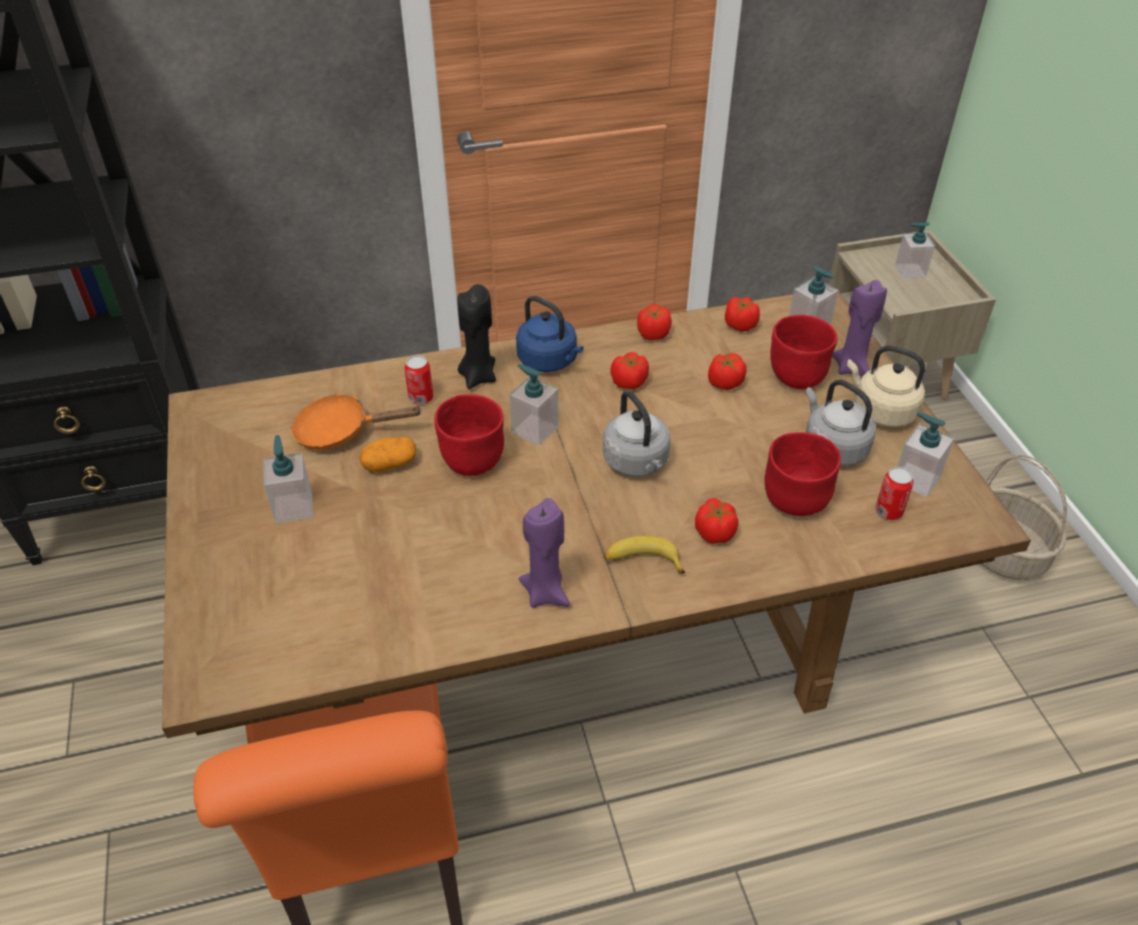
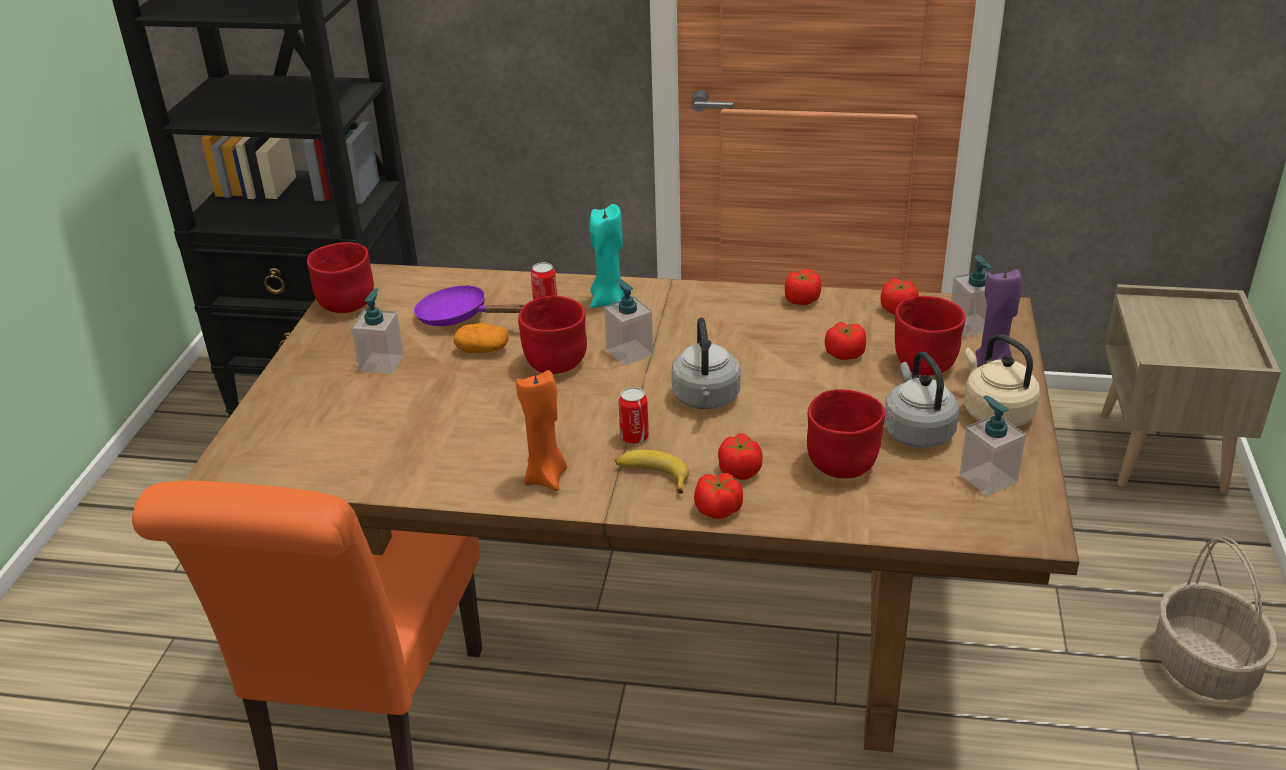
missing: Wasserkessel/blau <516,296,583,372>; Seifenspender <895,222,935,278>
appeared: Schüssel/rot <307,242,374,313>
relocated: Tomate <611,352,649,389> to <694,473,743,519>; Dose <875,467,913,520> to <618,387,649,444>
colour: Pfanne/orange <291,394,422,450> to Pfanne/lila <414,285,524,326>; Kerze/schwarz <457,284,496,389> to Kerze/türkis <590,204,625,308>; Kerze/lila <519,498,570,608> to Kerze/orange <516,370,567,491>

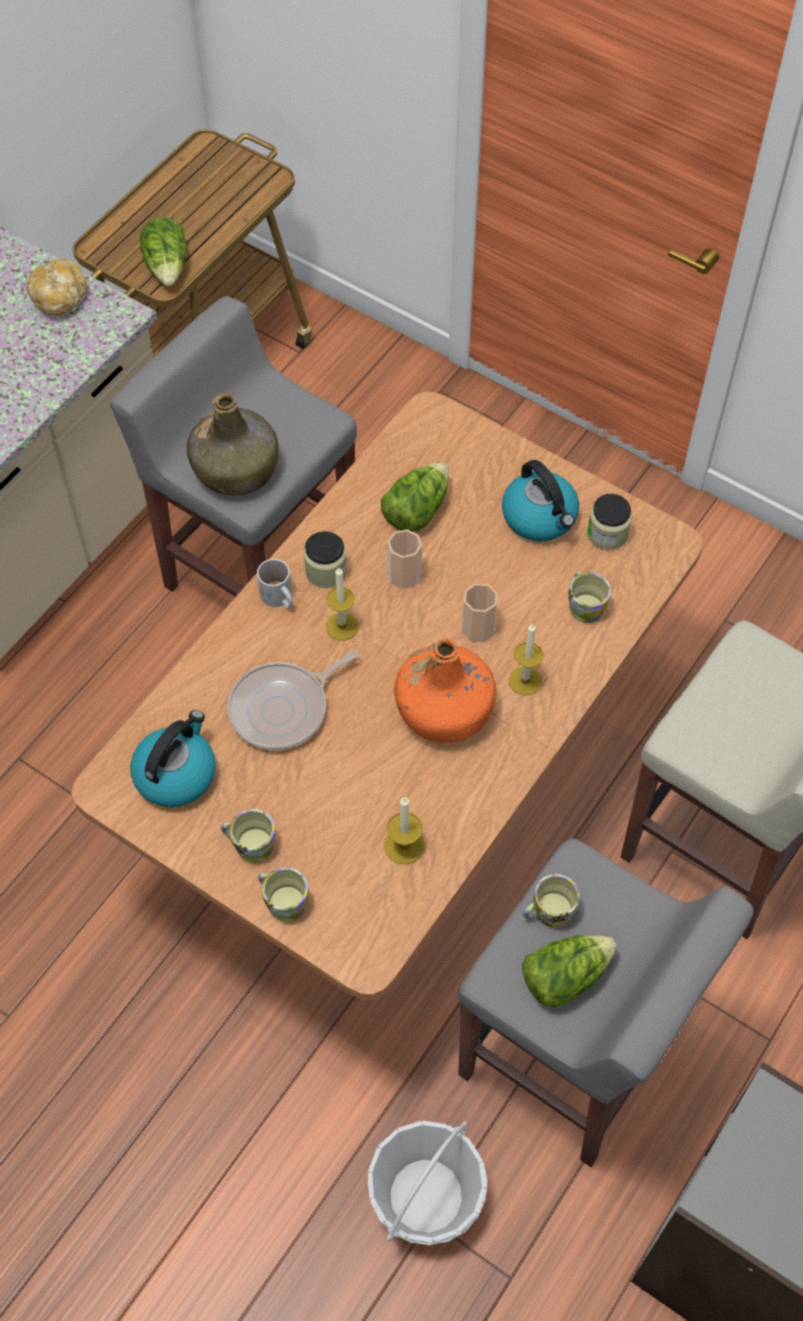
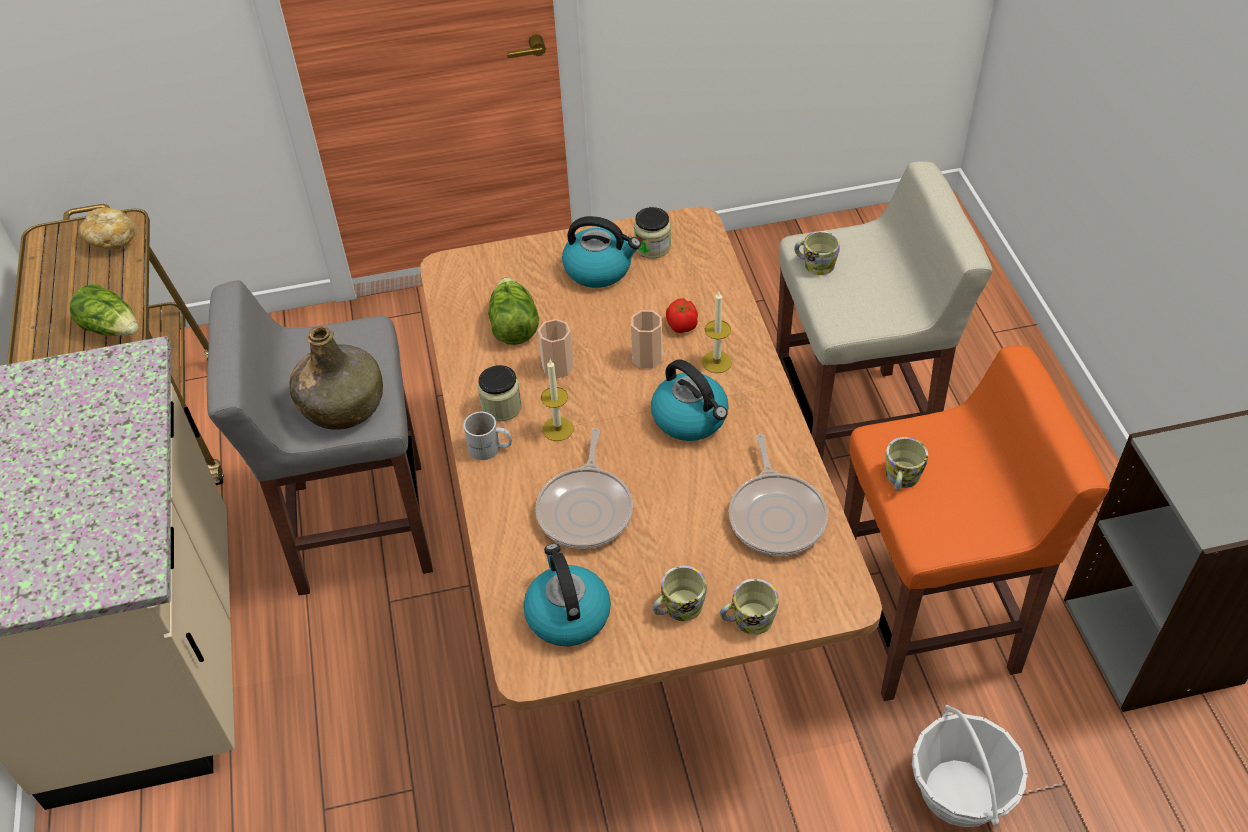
missing: Salatkopf <522,935,617,1007>
appeared: Tomate <666,298,698,333>
relocated: Brot <27,259,87,316> to <79,207,135,250>; Henkelbecher <568,571,611,623> to <794,231,840,275>
exchanged: Kerze <384,797,425,864> to Pfanne <729,434,828,556>; Flasche/orange <394,638,496,743> to Wasserkessel <651,359,729,441>
colour: Hocker/grau <458,838,754,1167> to Hocker/orange <844,346,1109,701>

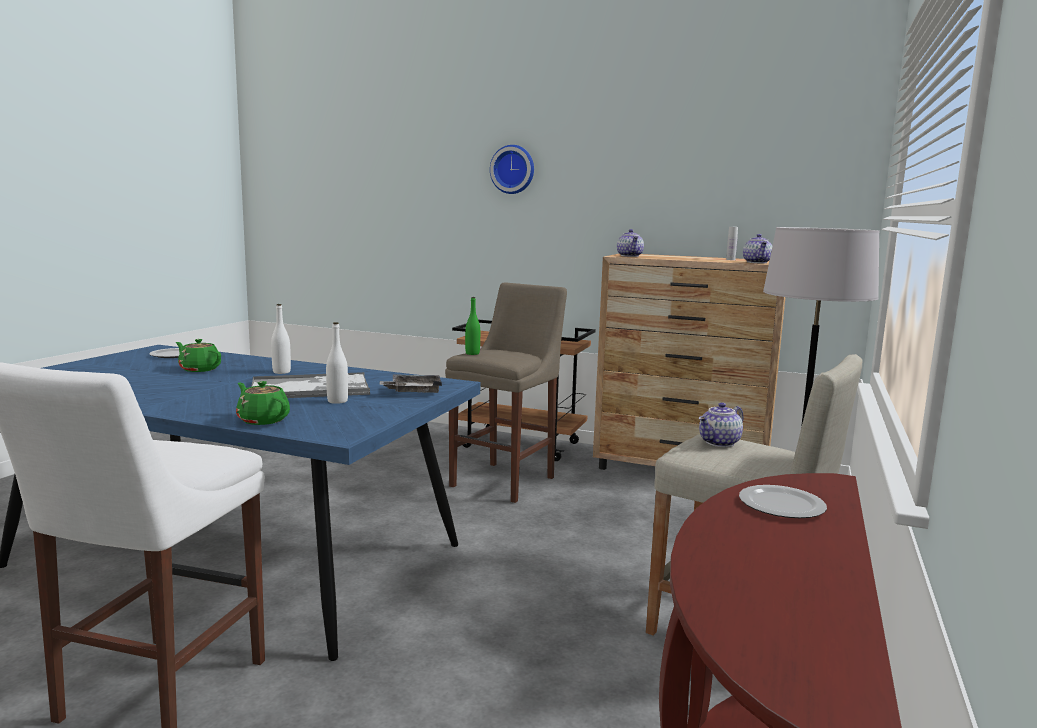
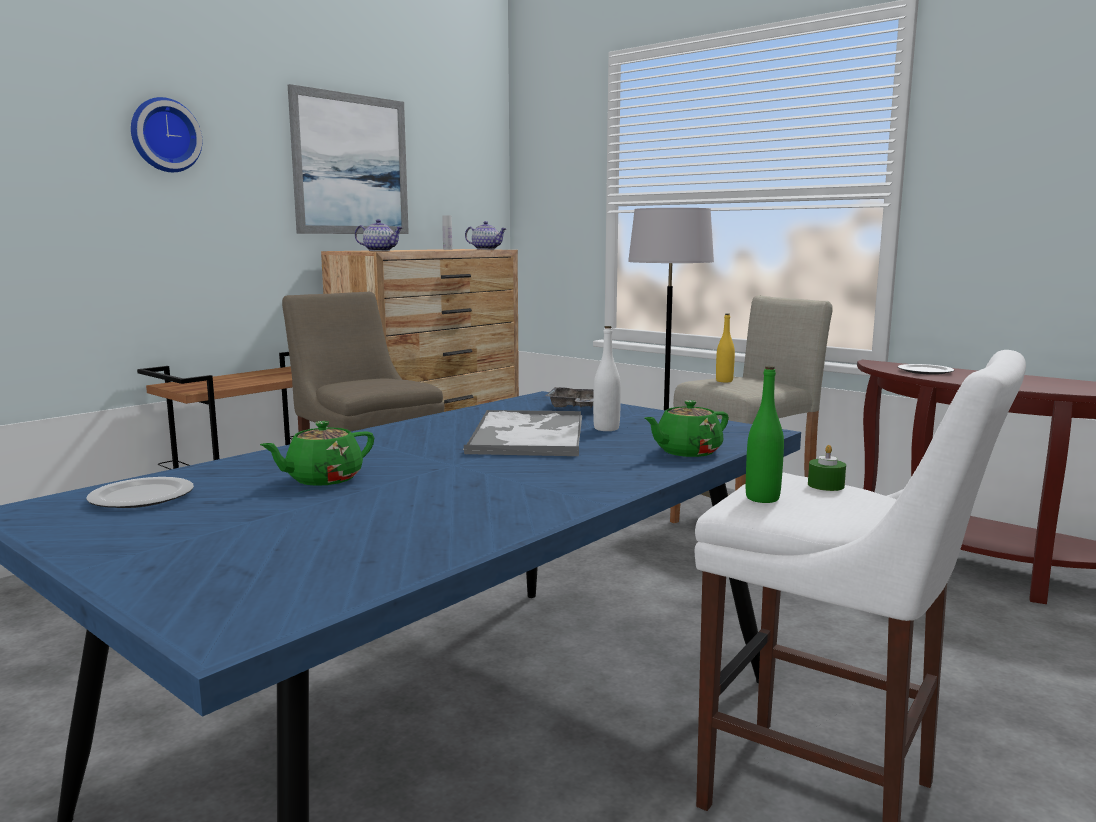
missing: Flasche/weiß <271,304,291,374>
appeared: Bild <288,84,409,234>; Kerze/grün <808,445,846,491>
relocated: Flasche/grün <465,297,480,355> to <746,366,784,503>
exchanged: Teekanne <699,402,744,447> to Flasche/gelb <716,313,735,382>

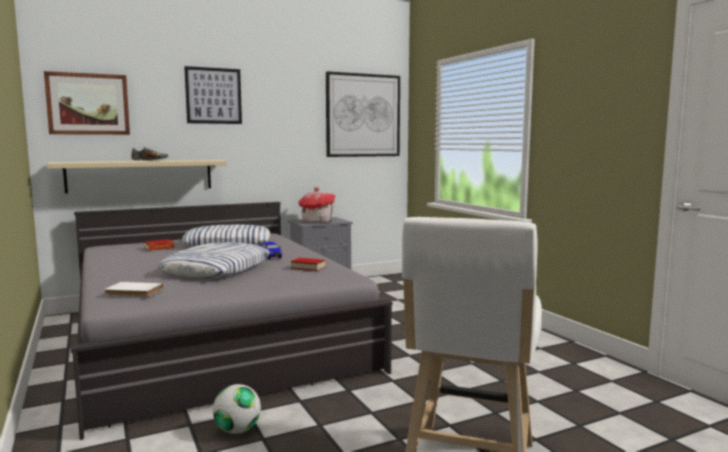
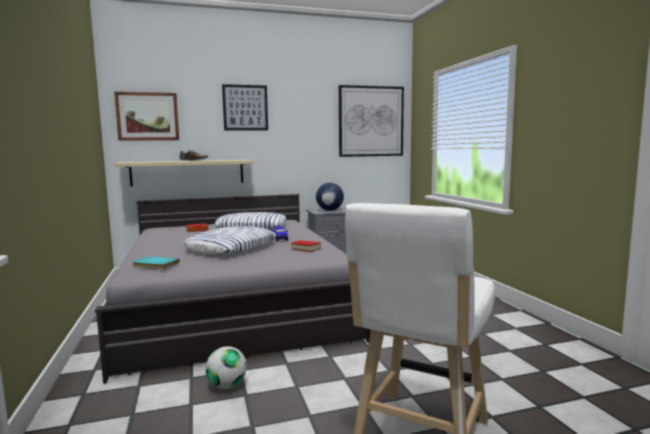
exchanged: Spielzeughaus <299,187,335,223> to Globus <316,183,344,211>
colour: Buch/weiß <104,282,163,297> to Buch/türkis <132,256,180,269>

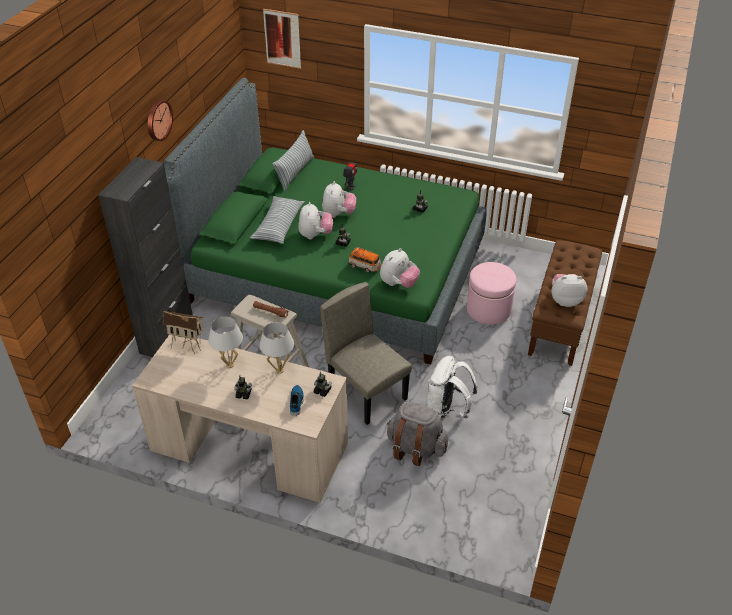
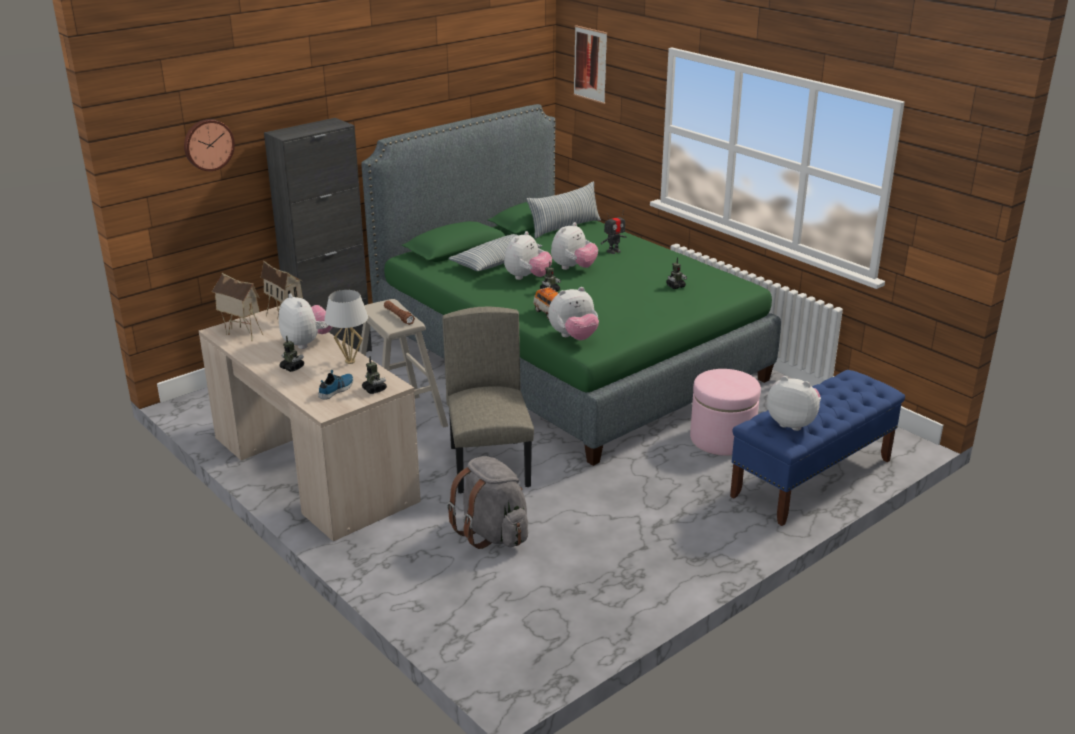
missing: Rucksack/weiß <427,356,478,420>
appeared: Spielzeughaus <212,273,263,341>
relocated: Wanduhr <148,100,173,141> to <184,119,235,171>
exchanged: Tischlampe/weiß <208,317,243,368> to Plüschtier <279,293,332,349>
colour: Bank/braun <528,240,602,366> to Bank/blau <730,370,905,526>

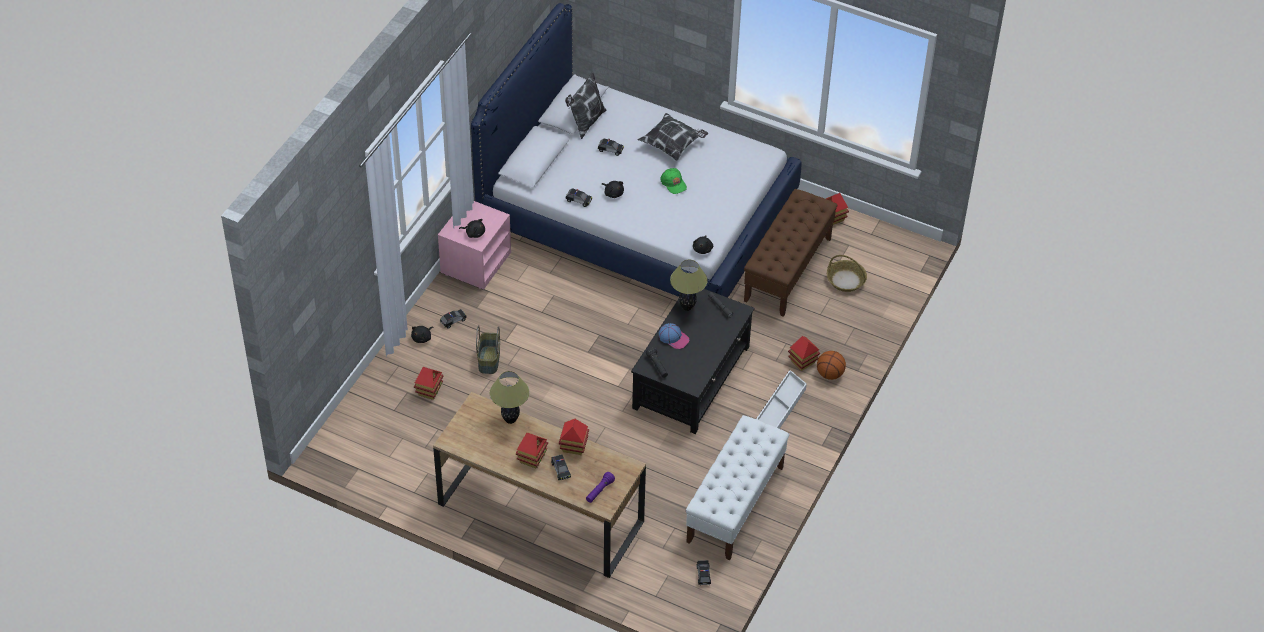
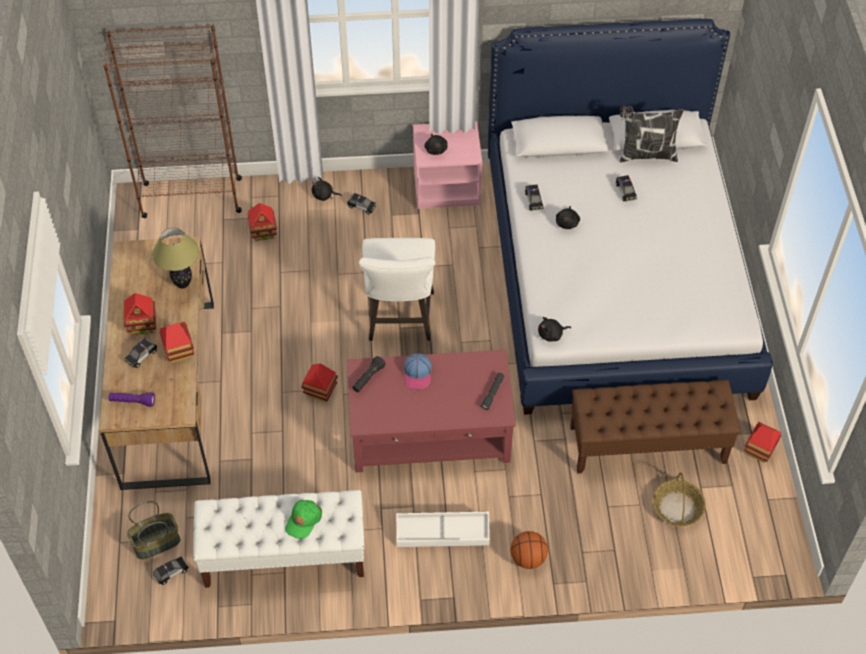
missing: Kissen <638,113,708,161>; Tischlampe <670,260,707,311>
appeared: Bücherregal/braun <103,25,242,218>; Hocker/weiß <359,238,436,341>
relocated: Korb <476,325,500,374> to <127,501,181,559>; Kappe/grün <660,168,687,194> to <285,500,322,539>; Spielzeughaus <788,336,820,371> to <301,363,338,402>
colour: Couchtisch/schwarz <631,289,755,434> to Couchtisch/rot <347,350,516,473>

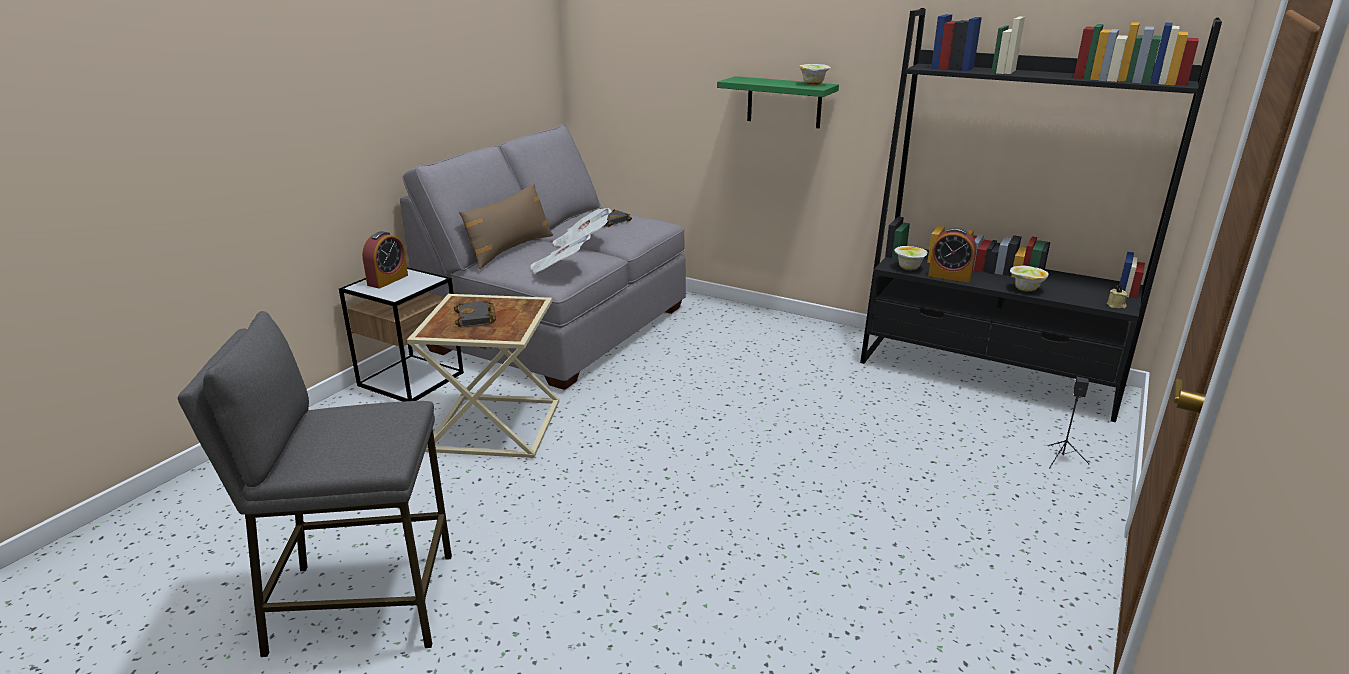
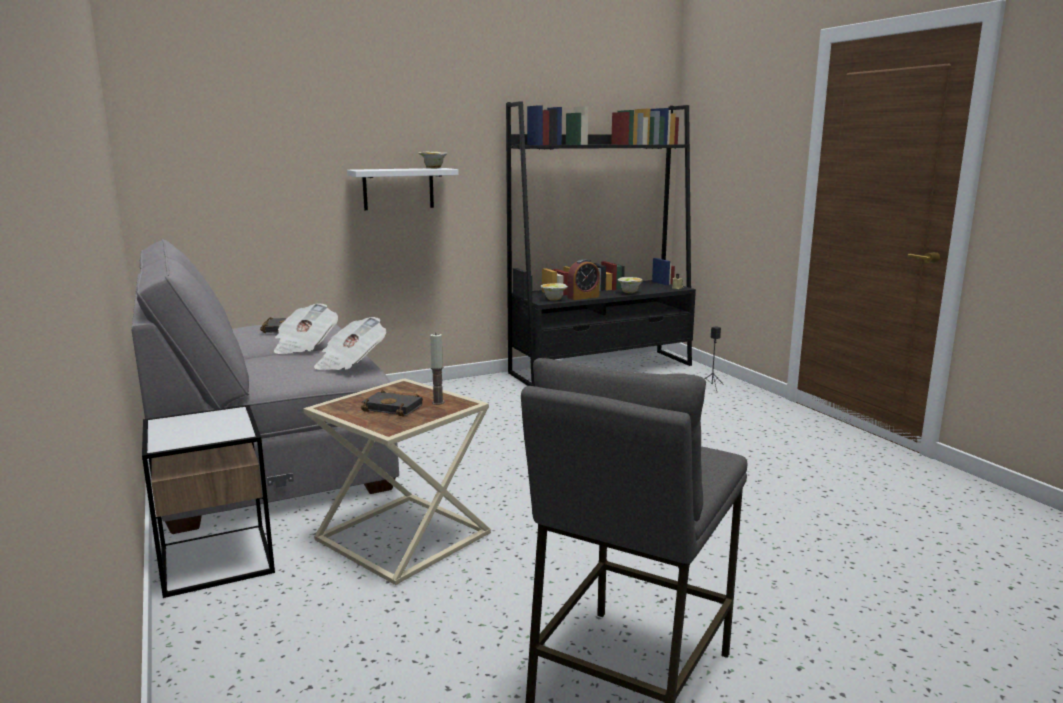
missing: Wecker <362,231,408,288>; Kissen/braun <459,183,553,269>
appeared: Kerze <430,334,444,405>
colour: Wandregal/grün <717,76,839,128> to Wandregal/weiß <347,168,459,210>

